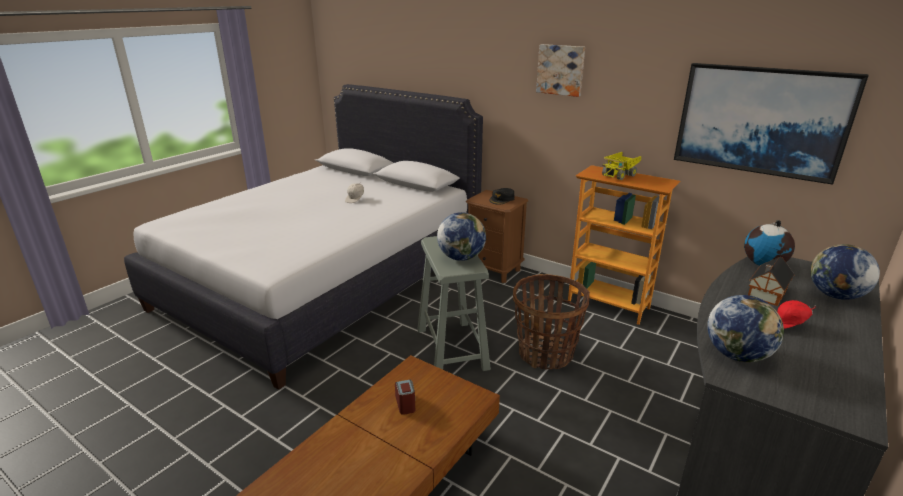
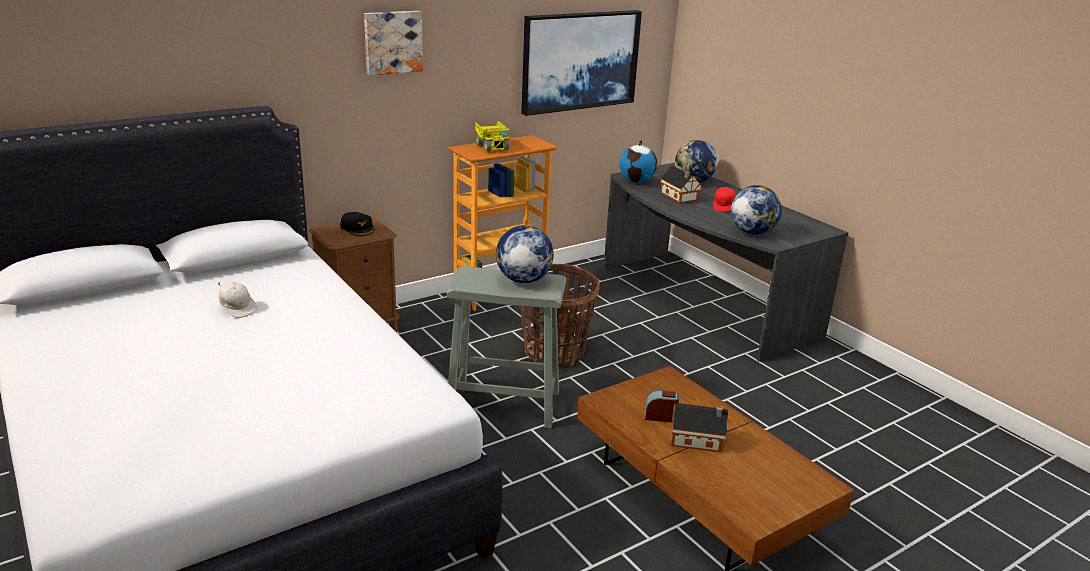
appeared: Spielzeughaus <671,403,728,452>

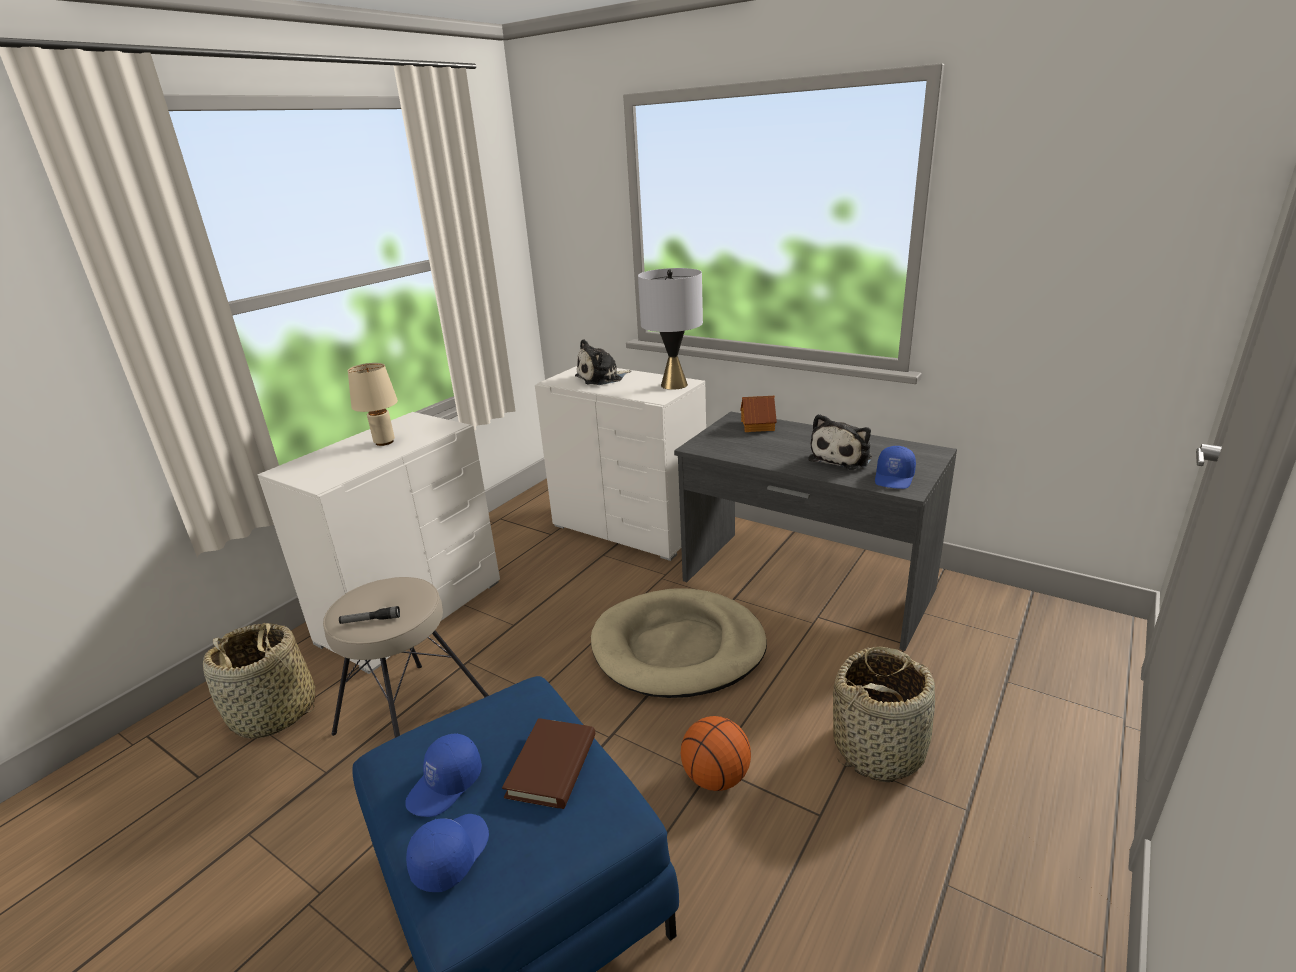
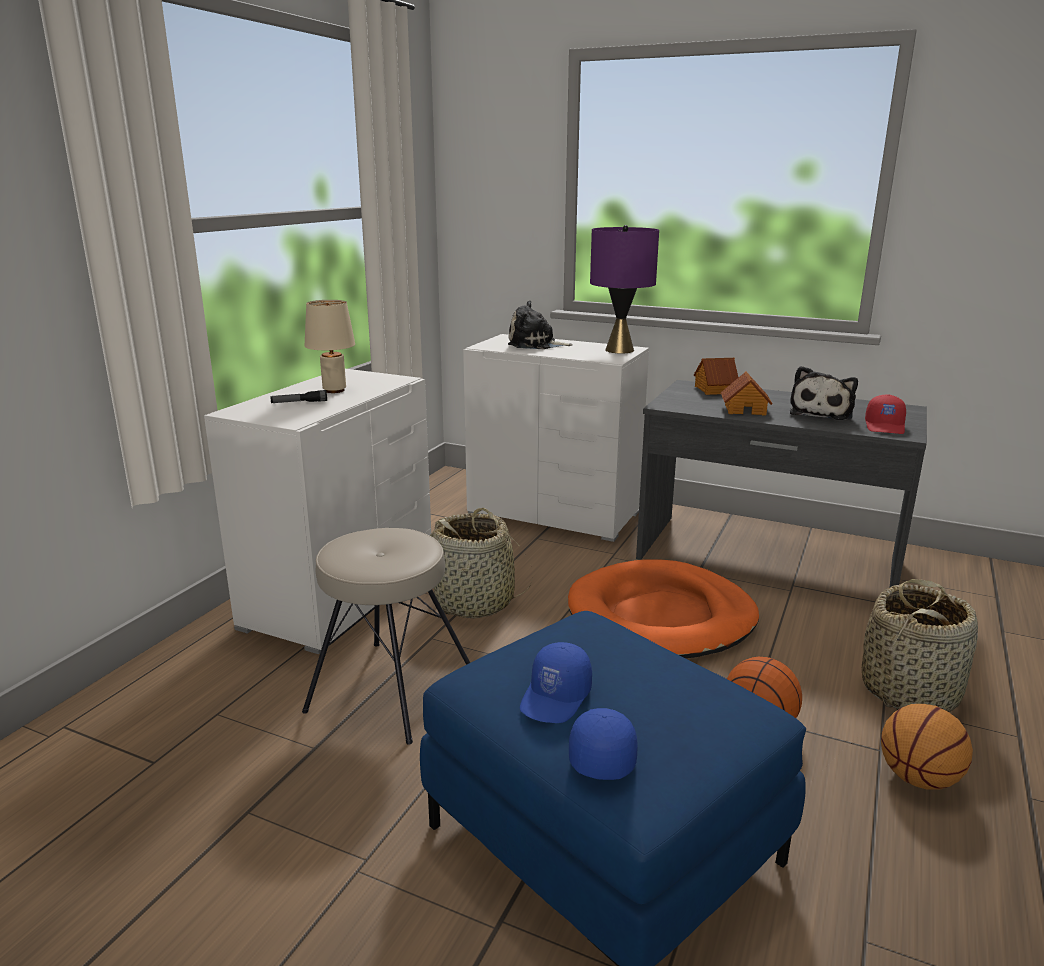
missing: Buch/braun <502,718,595,809>
appeared: Spielzeughaus <721,372,773,415>; Basketball <881,704,973,790>
relocated: Korb <203,623,316,739> to <430,508,532,618>; Taschenlampe <339,606,400,624> to <270,390,327,403>
colour: Hundebett/beige <591,588,767,698> to Hundebett/orange <568,560,759,658>; Tischlampe/grau <638,268,703,390> to Tischlampe/lila <590,225,659,354>; Kappe/blau <875,446,916,489> to Kappe/rot <865,394,906,434>
spun: Plüschtier <575,339,631,385> = <508,301,573,349> 45 degrees clockwise

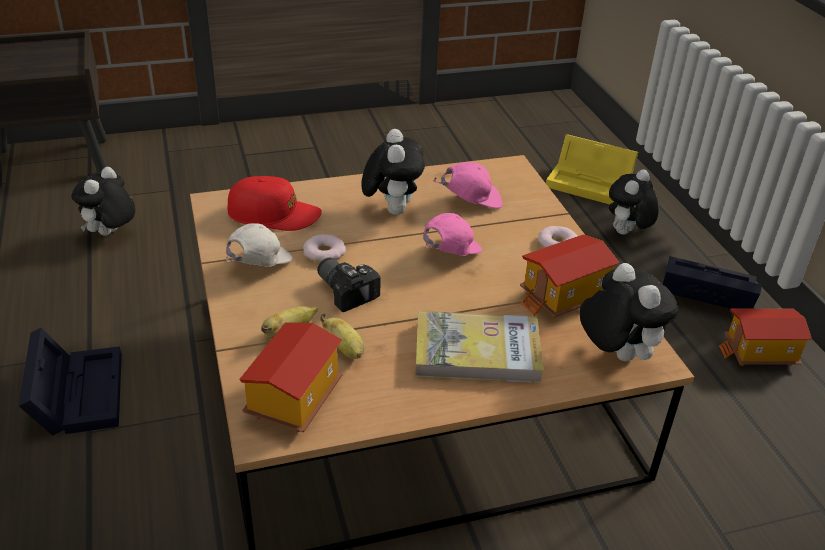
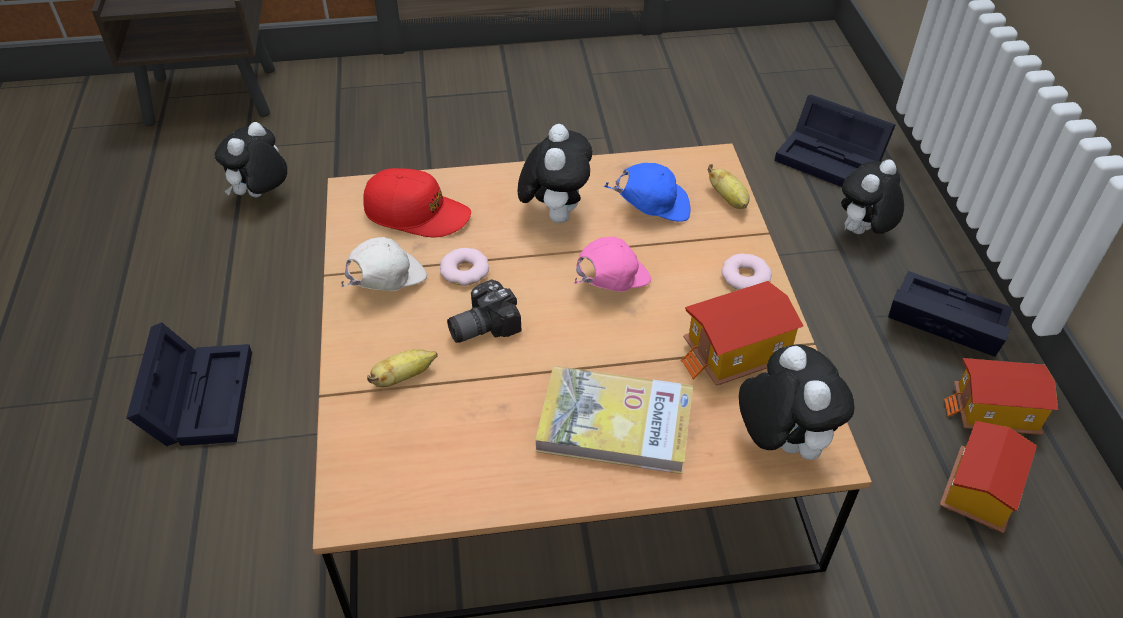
relocated: Spielzeughaus <239,322,342,432> to <940,421,1037,533>; Banane <320,313,365,359> to <707,164,750,209>
colour: Kappe/rosa <433,162,502,209> to Kappe/blau <604,163,691,222>; Aufbewahrungsbox/gelb <546,134,638,205> to Aufbewahrungsbox/schwarz <774,95,896,187>
spun: Kamera <317,258,381,312> = <447,279,522,343> 90 degrees counterclockwise

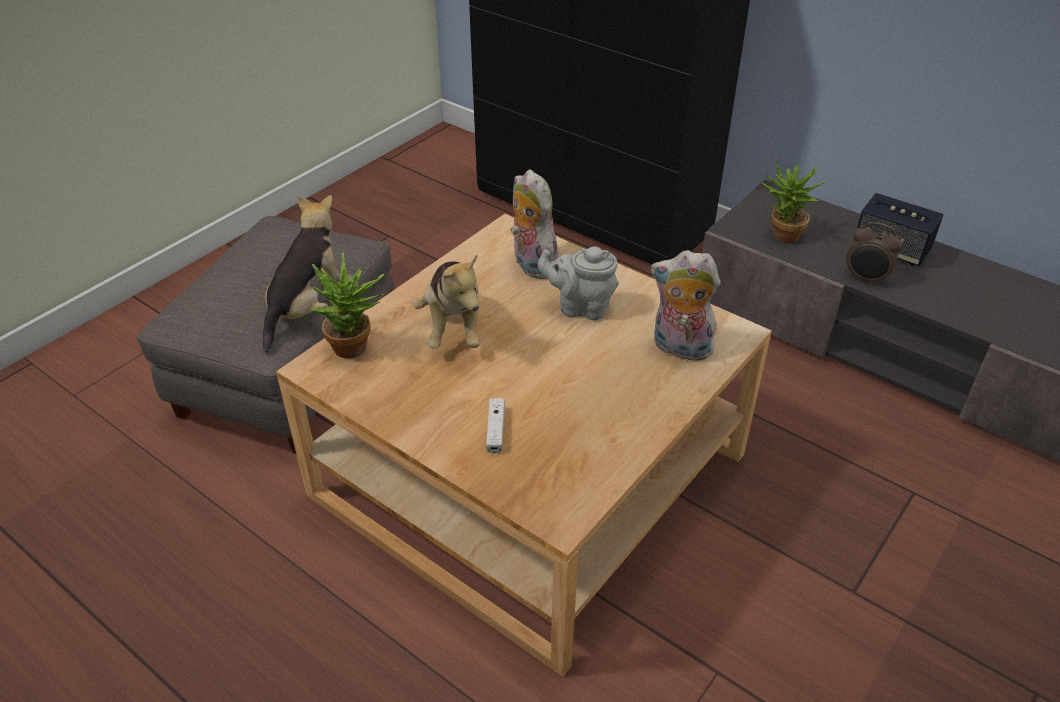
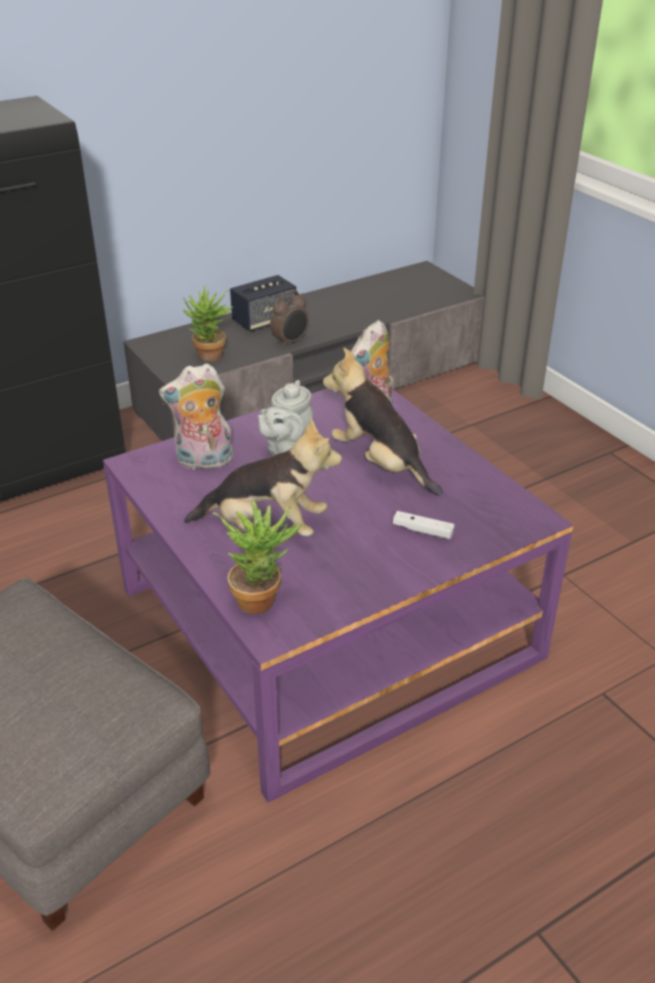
relocated: Plüschtier <263,195,352,352> to <323,348,443,496>
colour: Couchtisch/beige <276,214,772,677> to Couchtisch/lila <103,388,573,803>

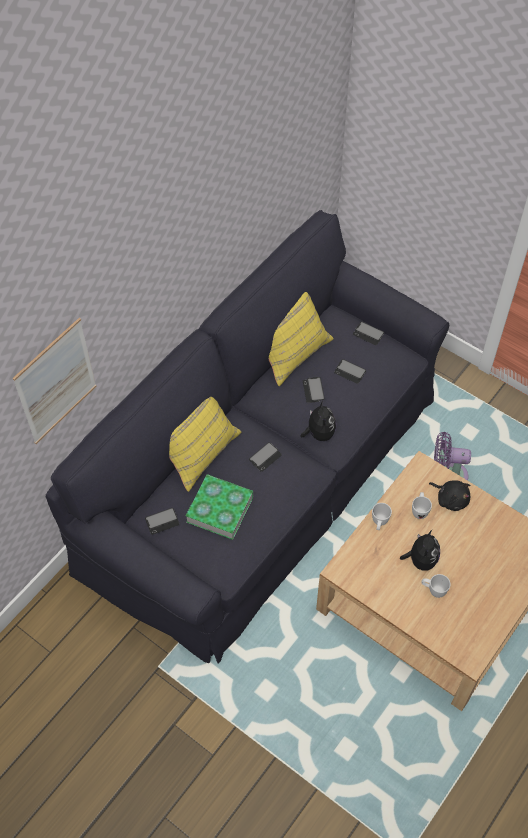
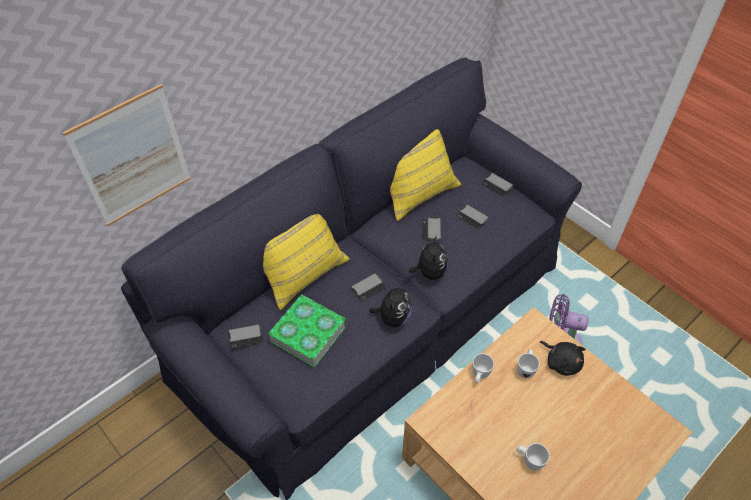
relocated: Plüschtier <400,530,440,571> to <369,283,412,327>

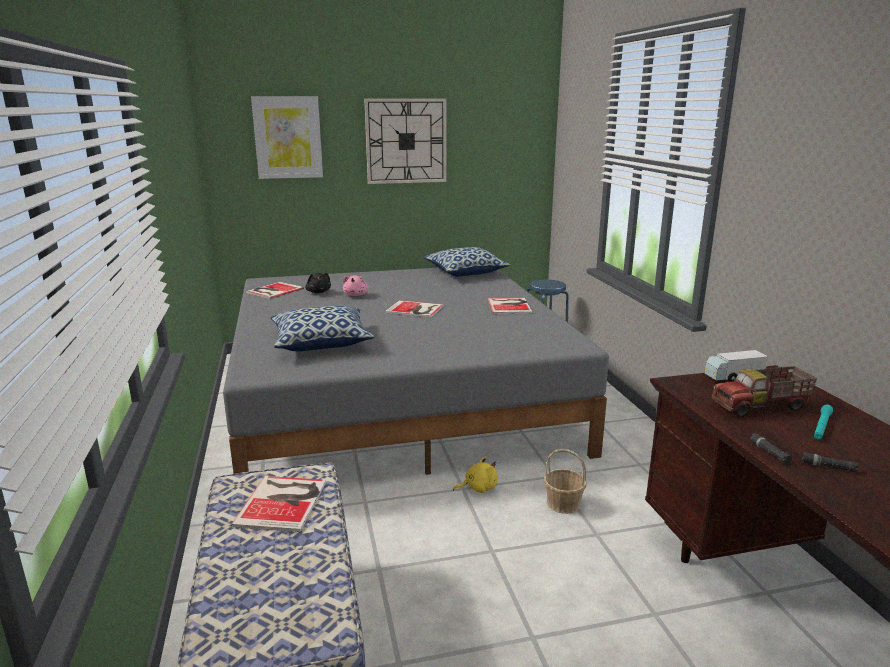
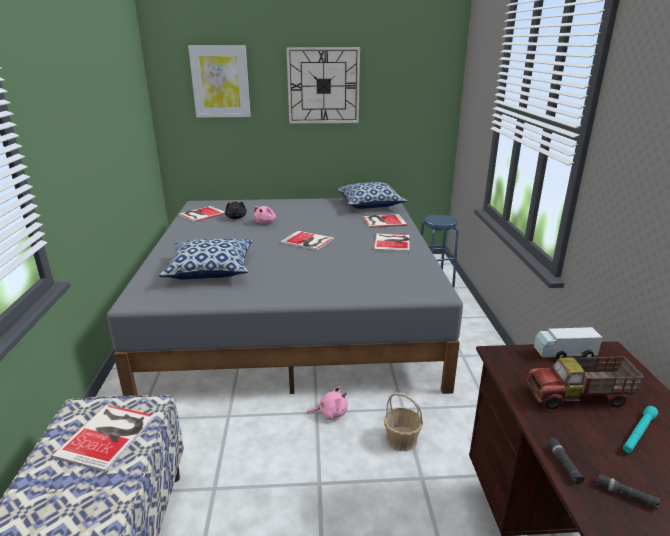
appeared: Buch <363,214,407,227>
colour: Plüschtier/gelb <453,456,498,493> to Plüschtier/rosa <307,386,348,420>

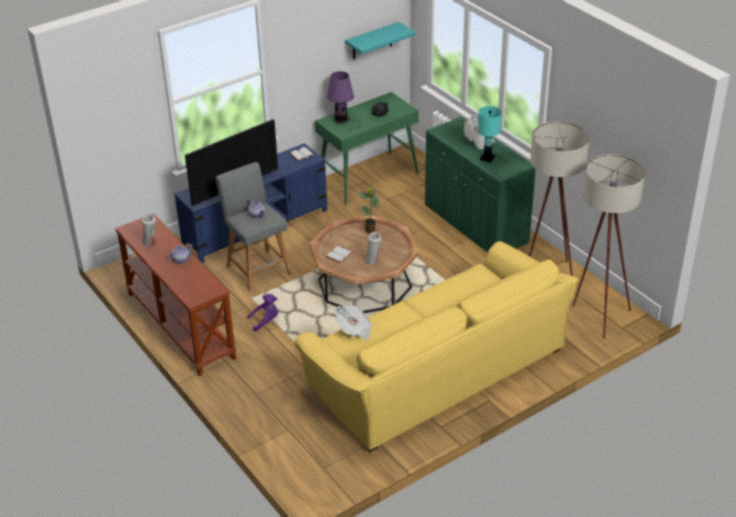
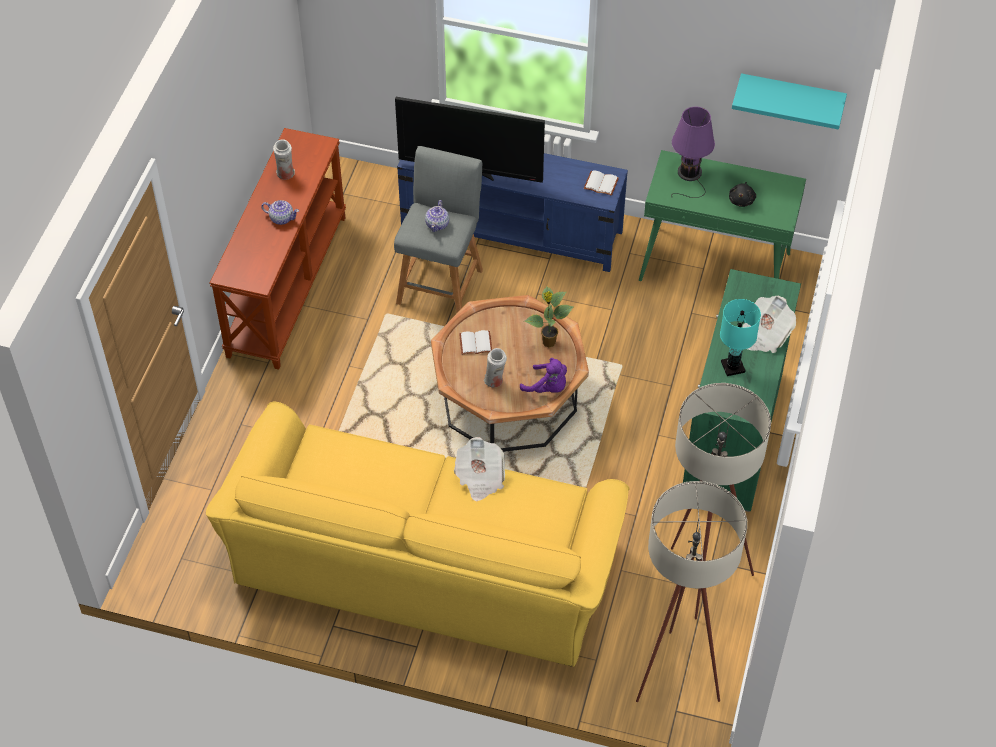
relocated: Plüschtier/lila <248,294,278,331> to <520,358,567,393>; Zeitung <335,305,373,340> to <454,437,505,501>

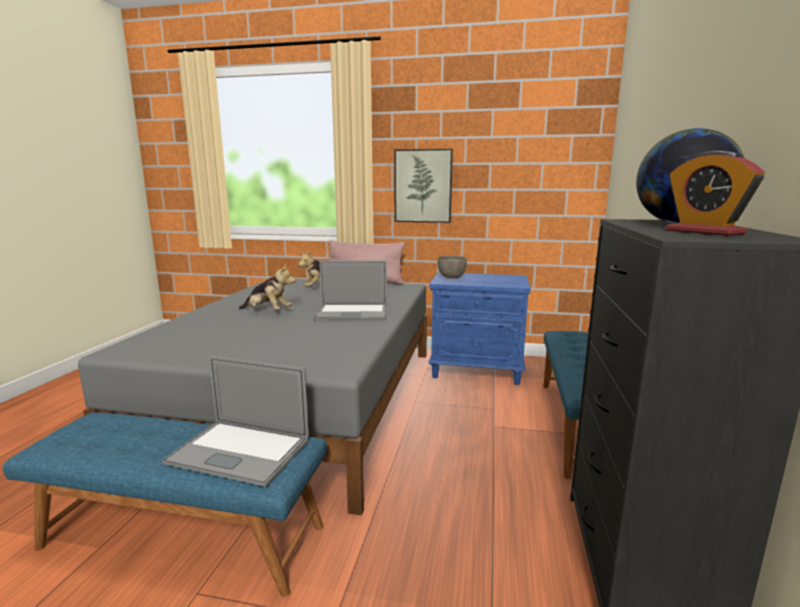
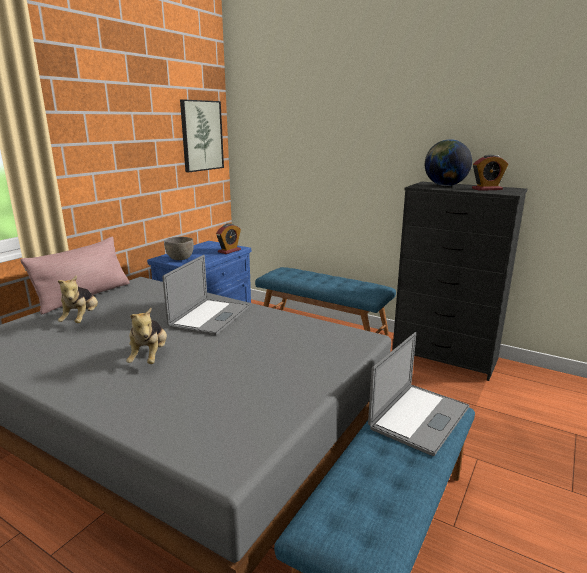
appeared: Wecker <216,223,241,254>
relocated: Bild <394,149,453,223> to <180,99,224,172>
spun: Plüschtier <239,265,295,310> = <126,308,167,364> 135 degrees clockwise

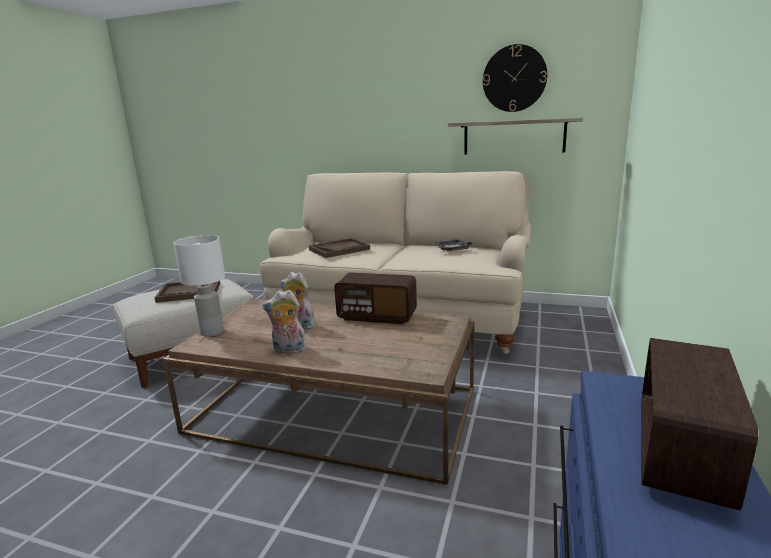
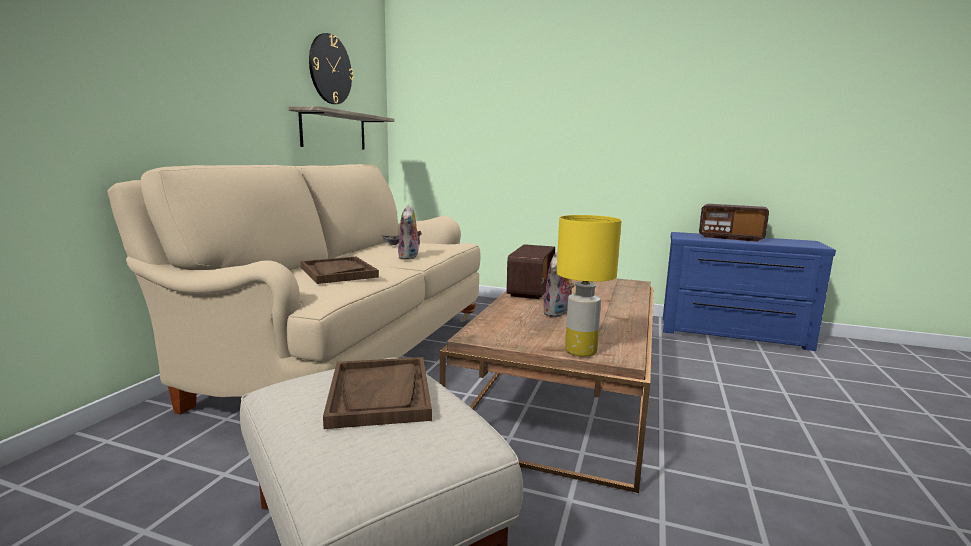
relocated: Plüschtier <262,290,309,354> to <398,205,422,260>
colour: Tischlampe/weiß <173,235,225,336> to Tischlampe/gelb <556,215,622,357>

